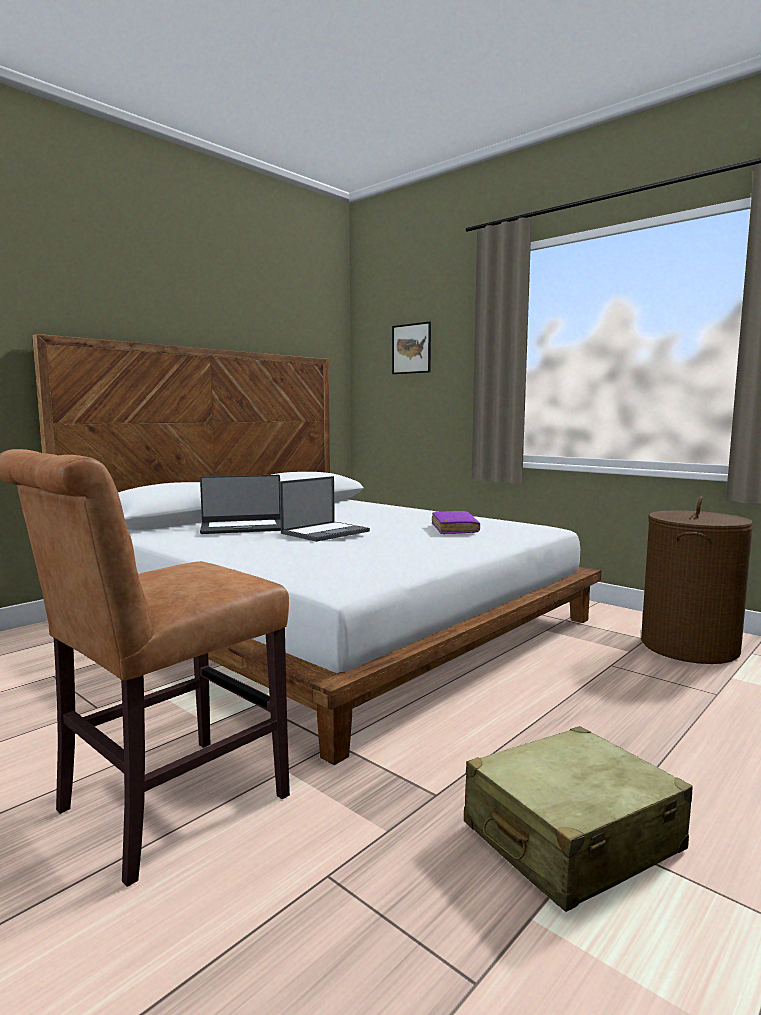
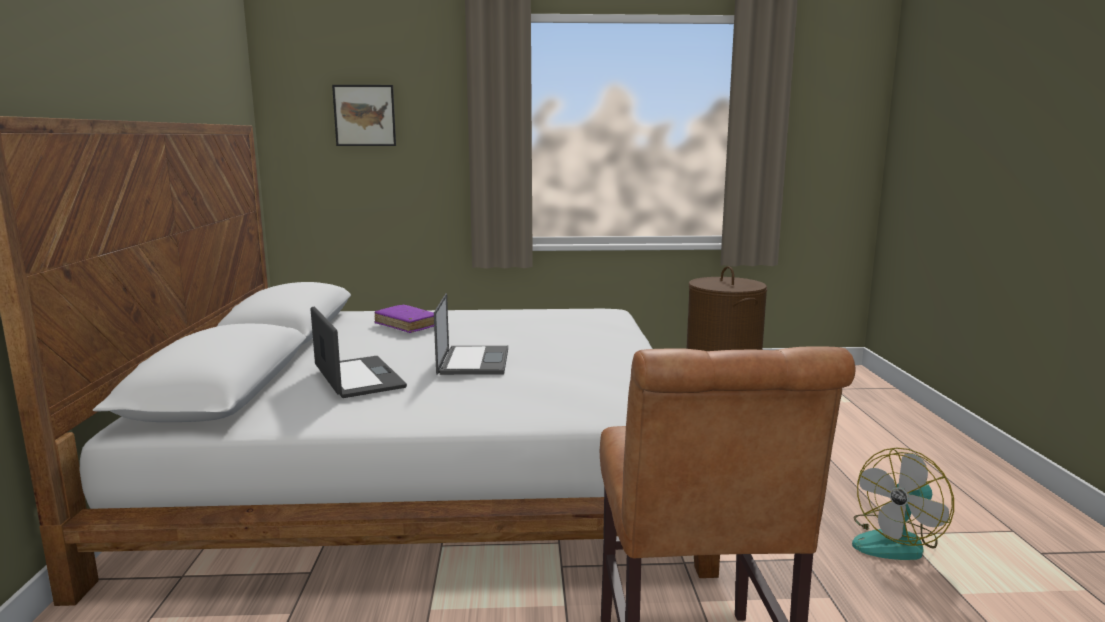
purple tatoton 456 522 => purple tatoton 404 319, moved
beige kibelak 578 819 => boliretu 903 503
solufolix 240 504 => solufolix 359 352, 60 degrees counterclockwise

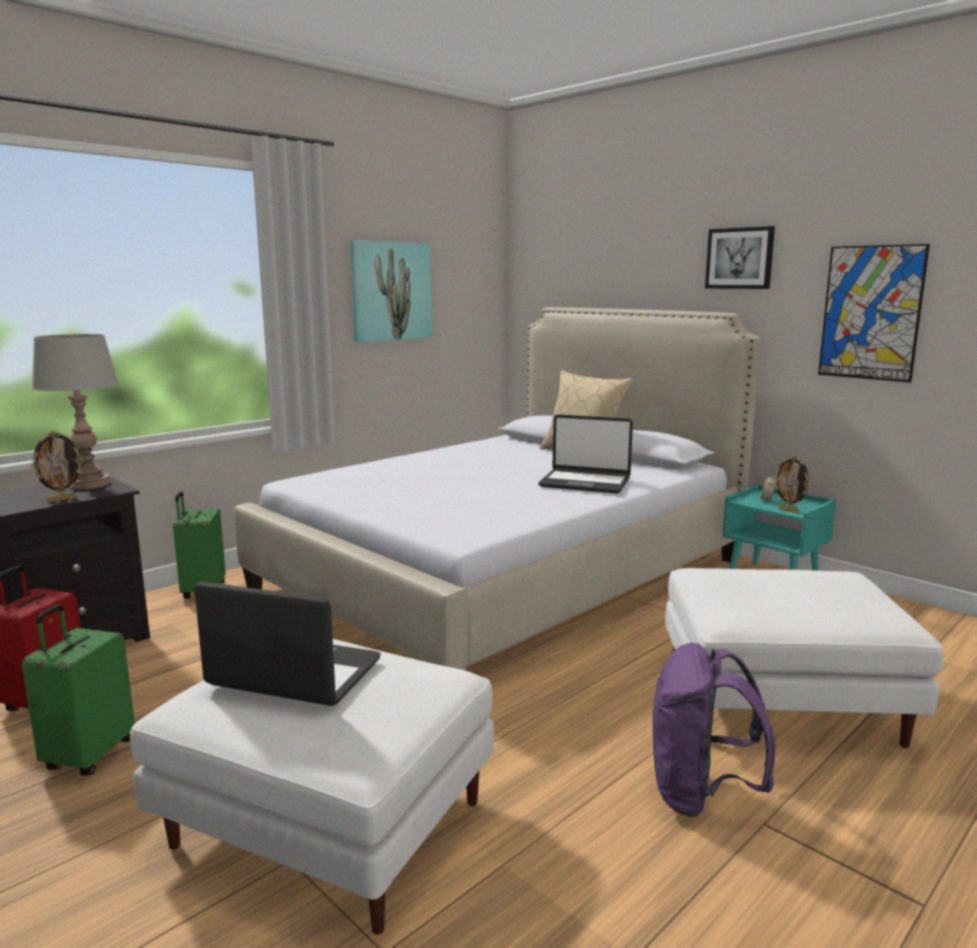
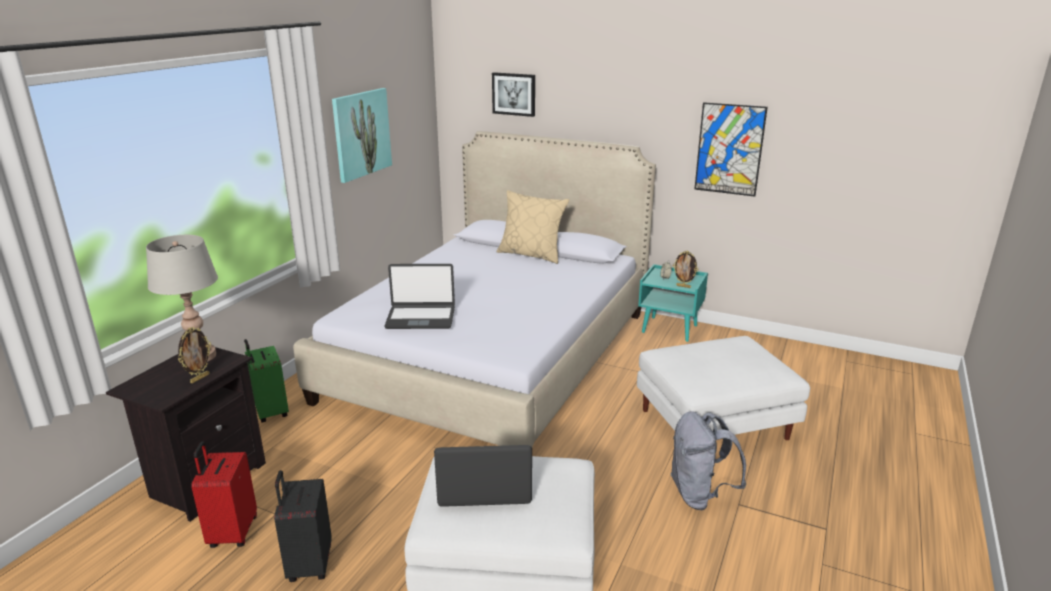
solufolix 585 453 => solufolix 419 296, moved
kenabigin 740 257 => kenabigin 513 94, moved
green kibelak 78 689 => black kibelak 303 526
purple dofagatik 714 730 => grey dofagatik 708 460

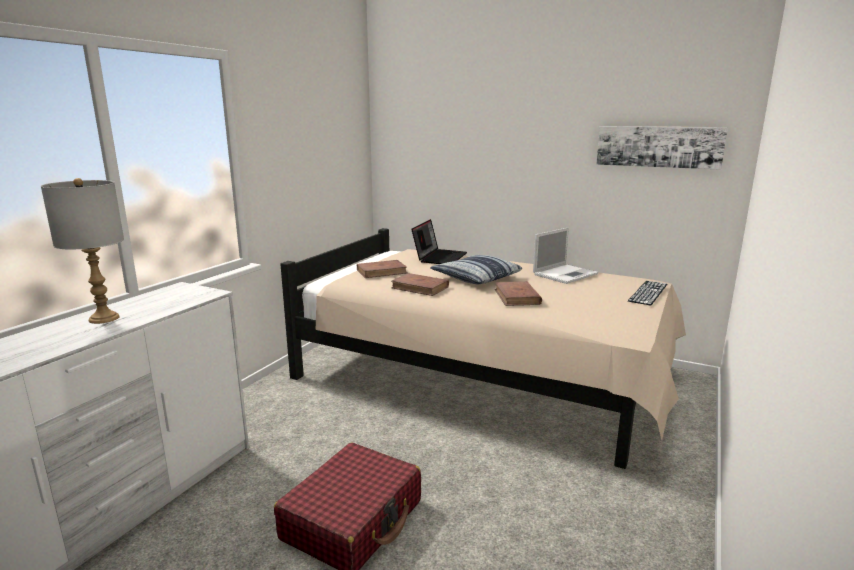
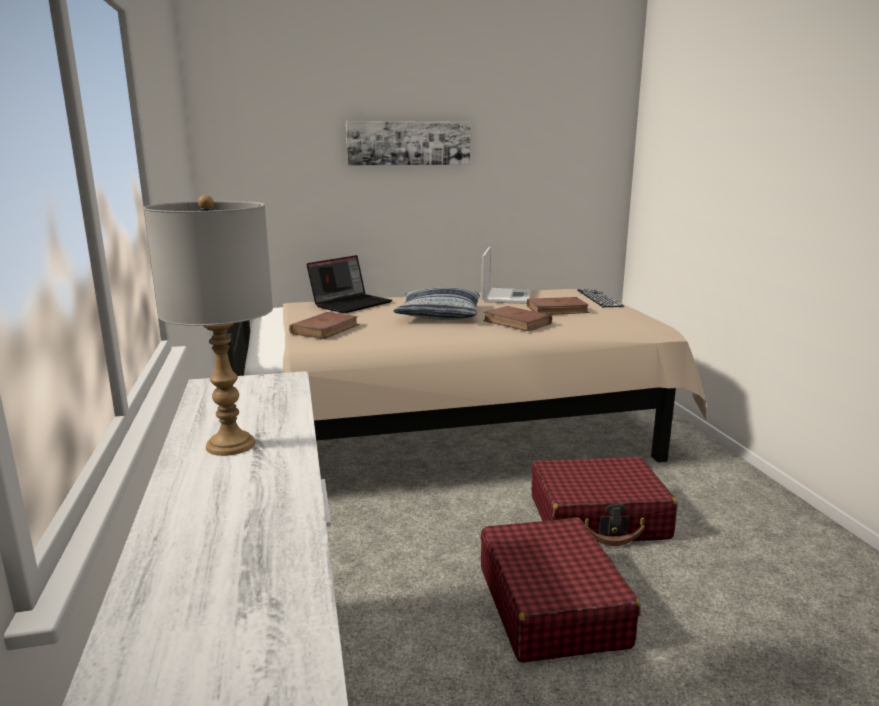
nothing => red kibelak 604 501
brown tatoton 420 284 => brown tatoton 558 306, moved
kenabigin 662 148 => kenabigin 408 143, moved
solufolix 439 241 => solufolix 349 284, 60 degrees clockwise

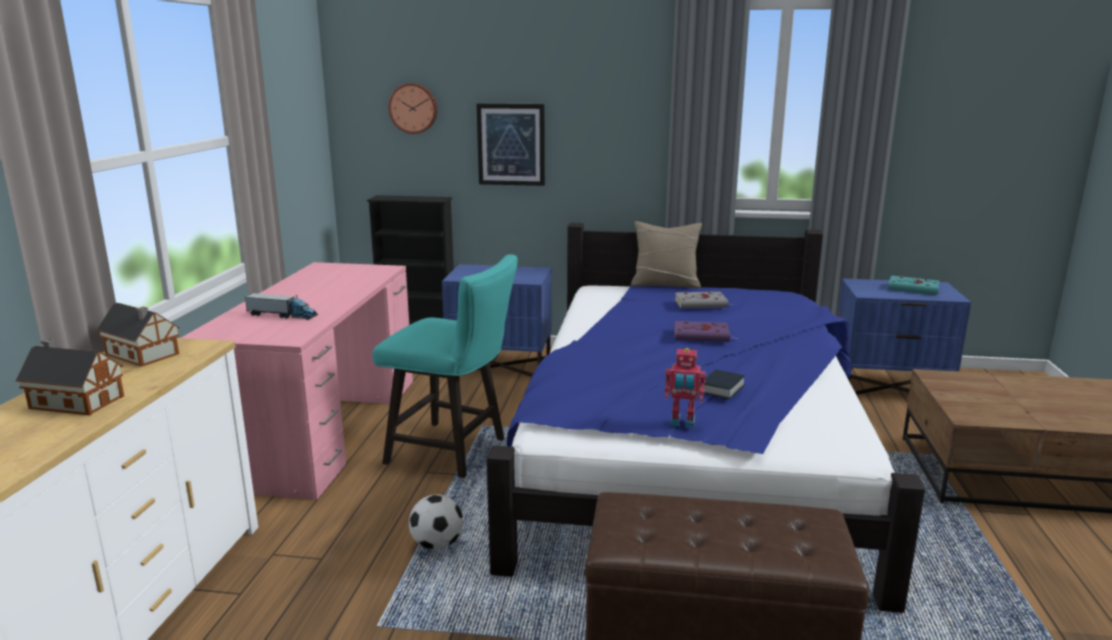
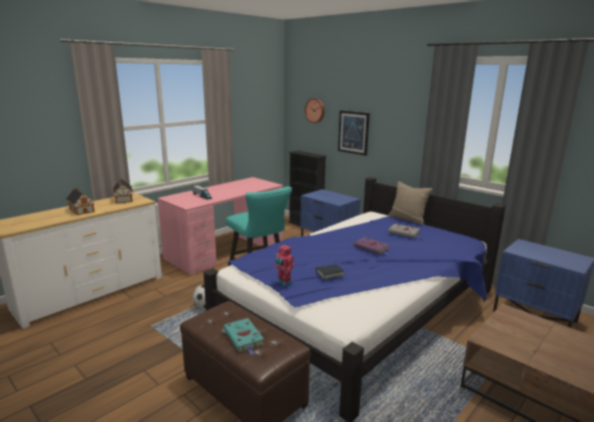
turquoise tatoton 917 285 => turquoise tatoton 243 336, moved

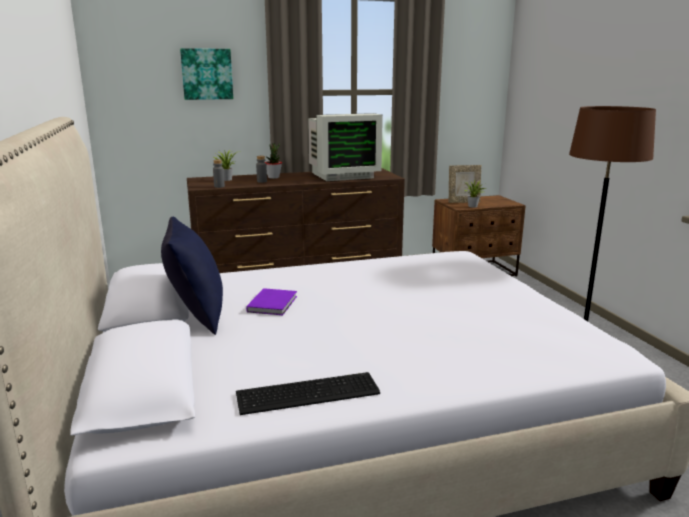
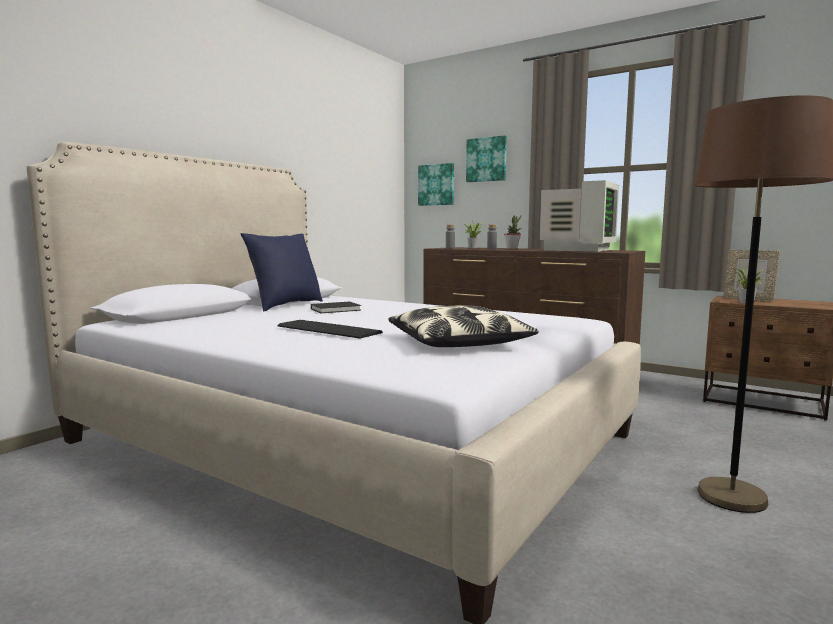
nothing => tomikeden 464 326
nothing => kenabigin 436 184
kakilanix 308 393 => kakilanix 330 329, moved
purple tatoton 271 301 => black tatoton 336 307
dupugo 345 147 => dupugo 579 216, 90 degrees counterclockwise

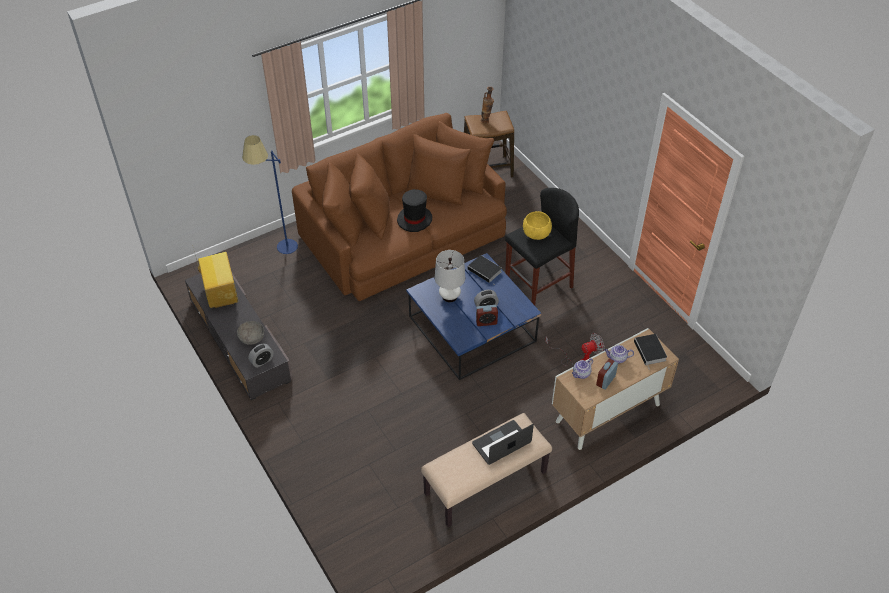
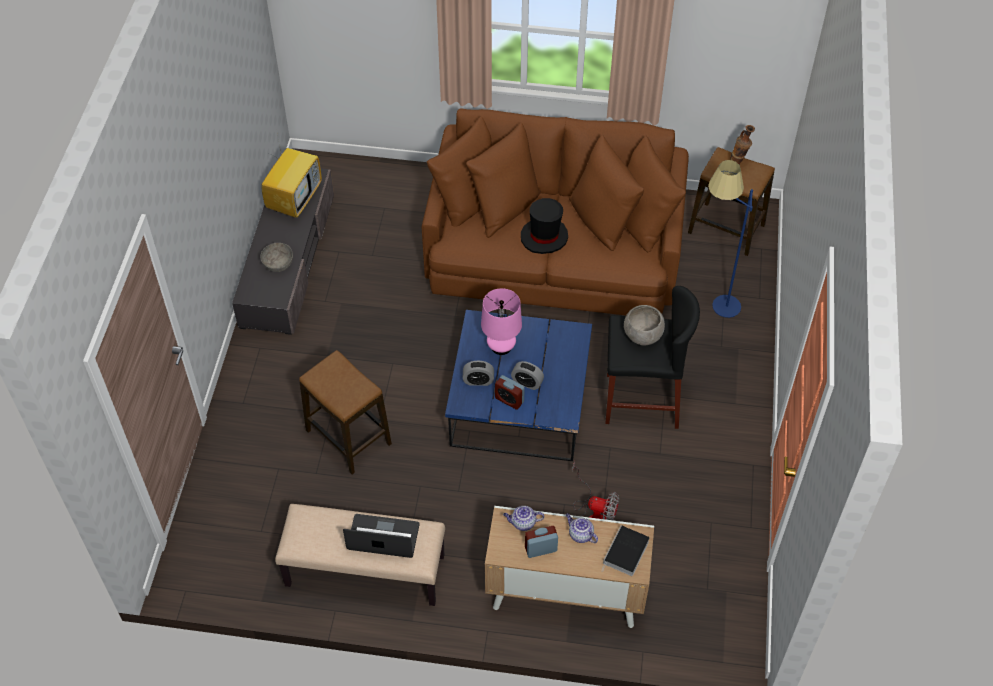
tatoton 485 269 => nothing
nothing => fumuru 345 412
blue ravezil 270 194 => blue ravezil 730 239, moved
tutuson 261 356 => tutuson 478 373, moved
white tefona 450 276 => pink tefona 501 321
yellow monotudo 537 225 => grey monotudo 644 325

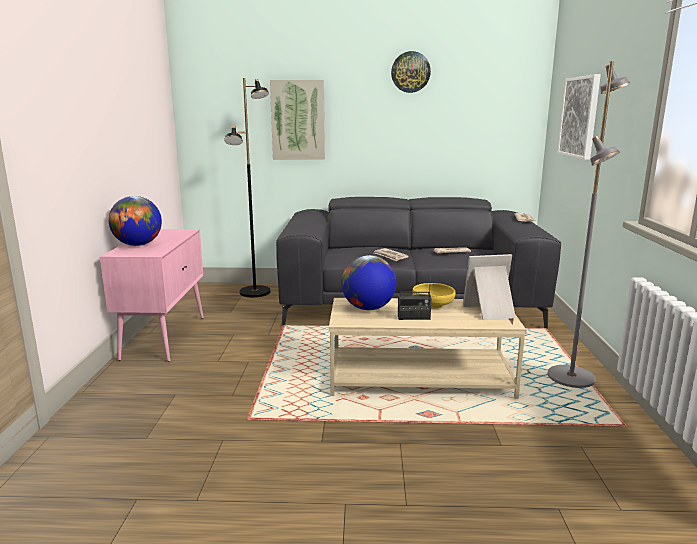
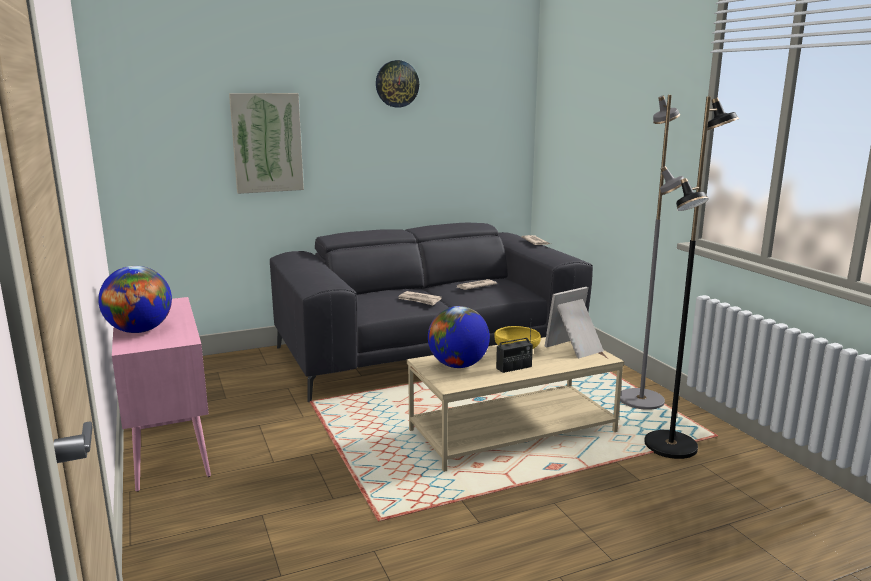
kenabigin 579 117 => nothing
black ravezil 247 187 => black ravezil 691 277, moved

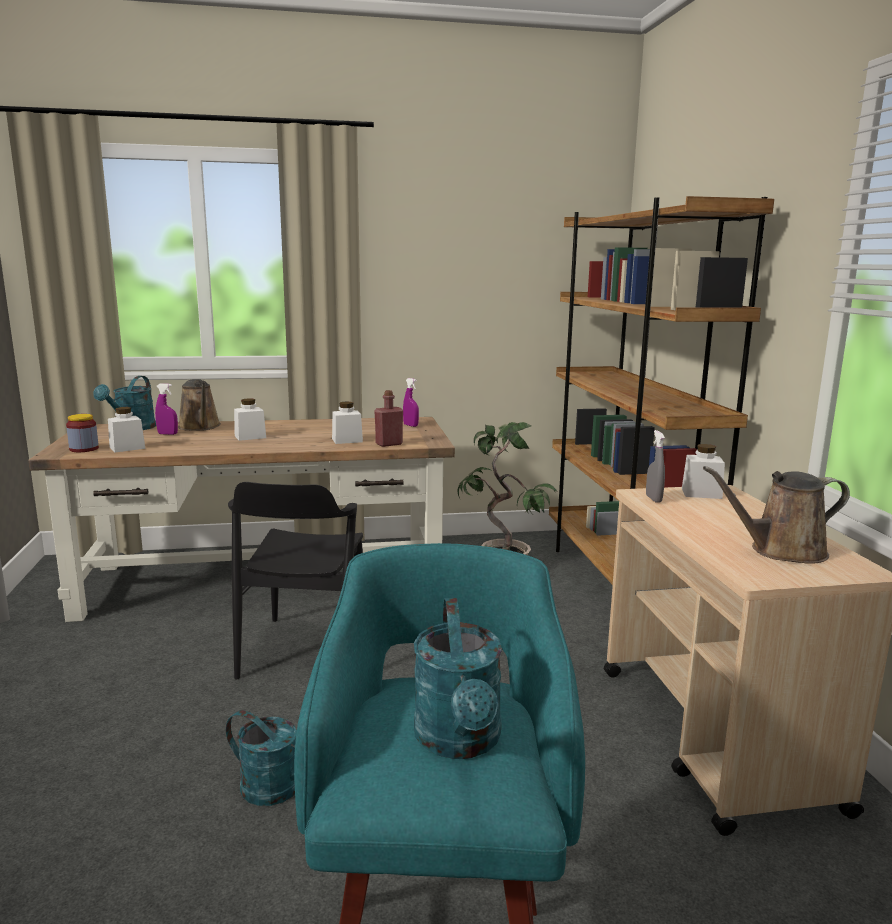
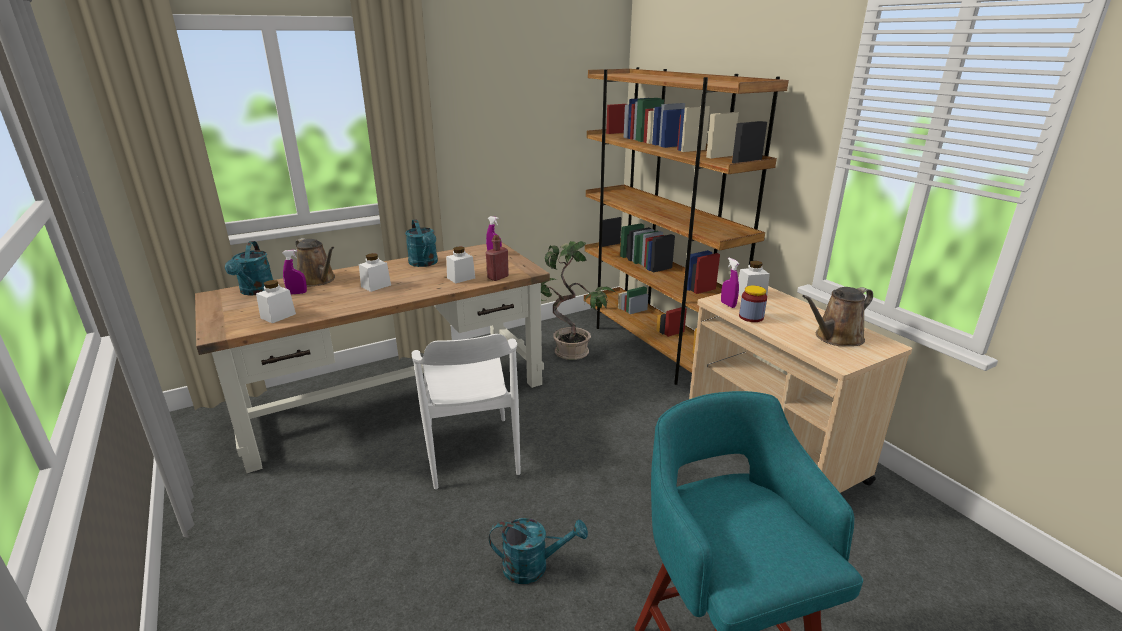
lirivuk 82 433 => lirivuk 753 304, moved
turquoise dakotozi 458 678 => turquoise dakotozi 421 243, moved
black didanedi 295 580 => white didanedi 466 411
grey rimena 655 466 => purple rimena 730 283

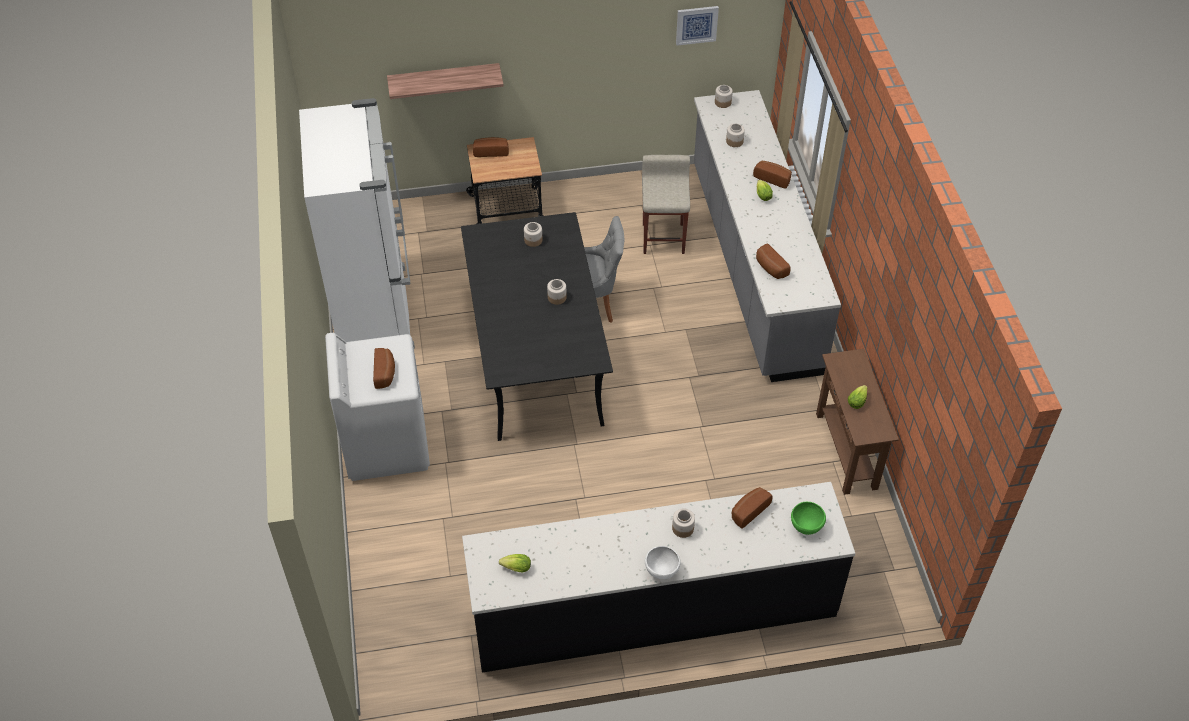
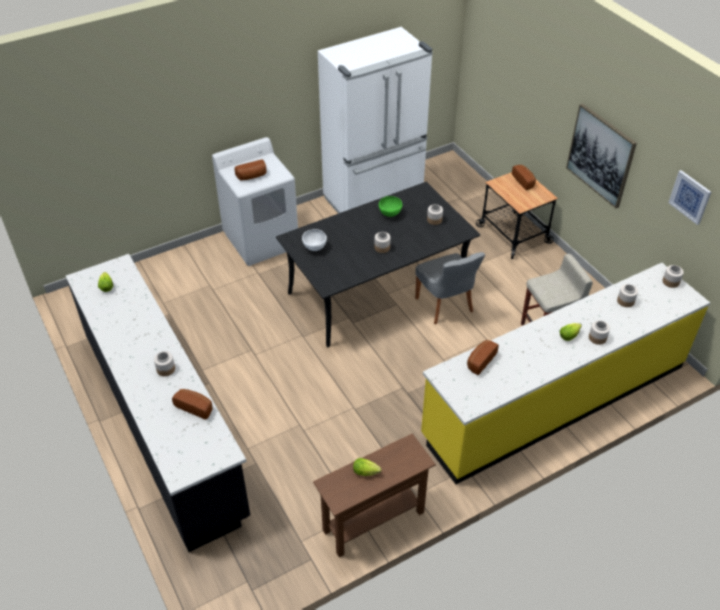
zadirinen 445 81 => nothing
nothing => kenabigin 601 155
white monotudo 663 562 => white monotudo 314 240, moved
green monotudo 808 518 => green monotudo 391 206, moved
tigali 772 175 => lirivuk 599 332
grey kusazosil 767 236 => yellow kusazosil 565 373

